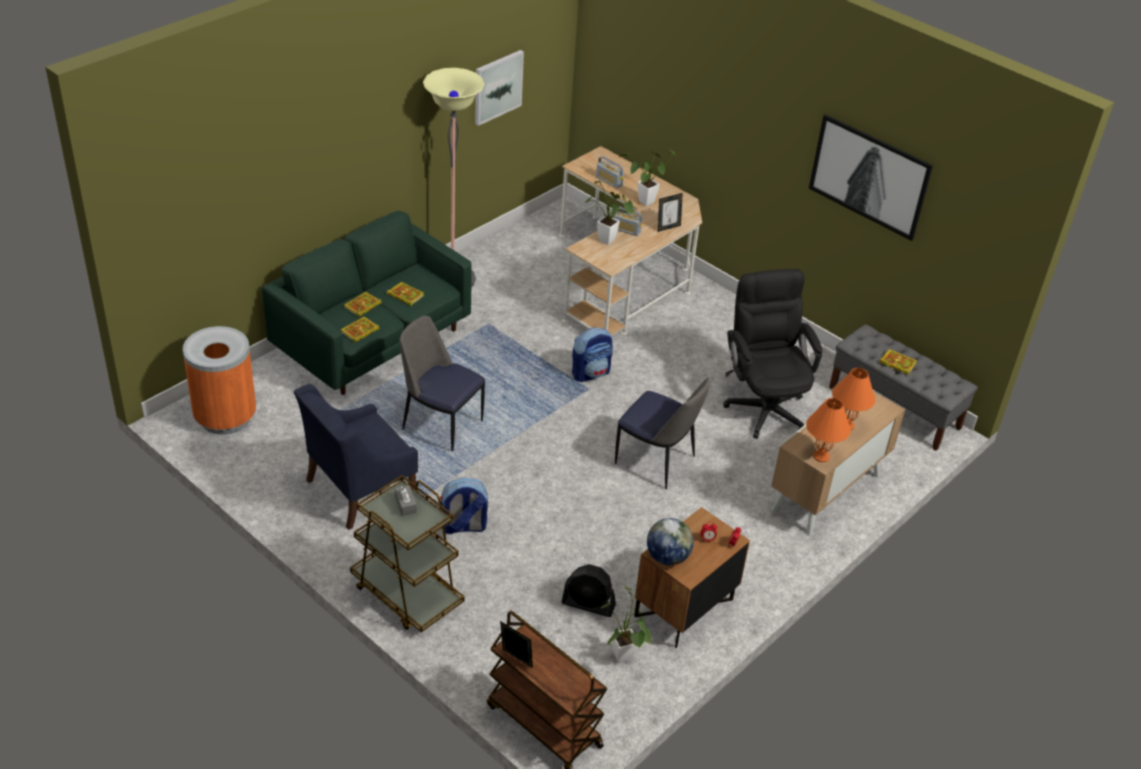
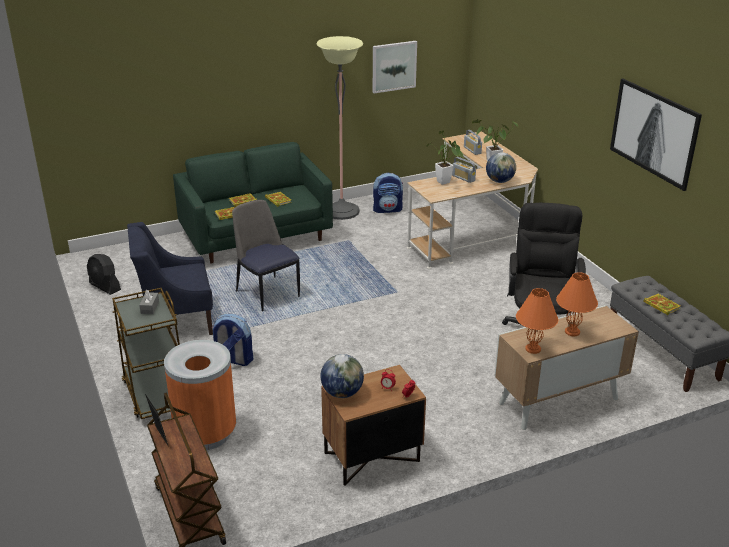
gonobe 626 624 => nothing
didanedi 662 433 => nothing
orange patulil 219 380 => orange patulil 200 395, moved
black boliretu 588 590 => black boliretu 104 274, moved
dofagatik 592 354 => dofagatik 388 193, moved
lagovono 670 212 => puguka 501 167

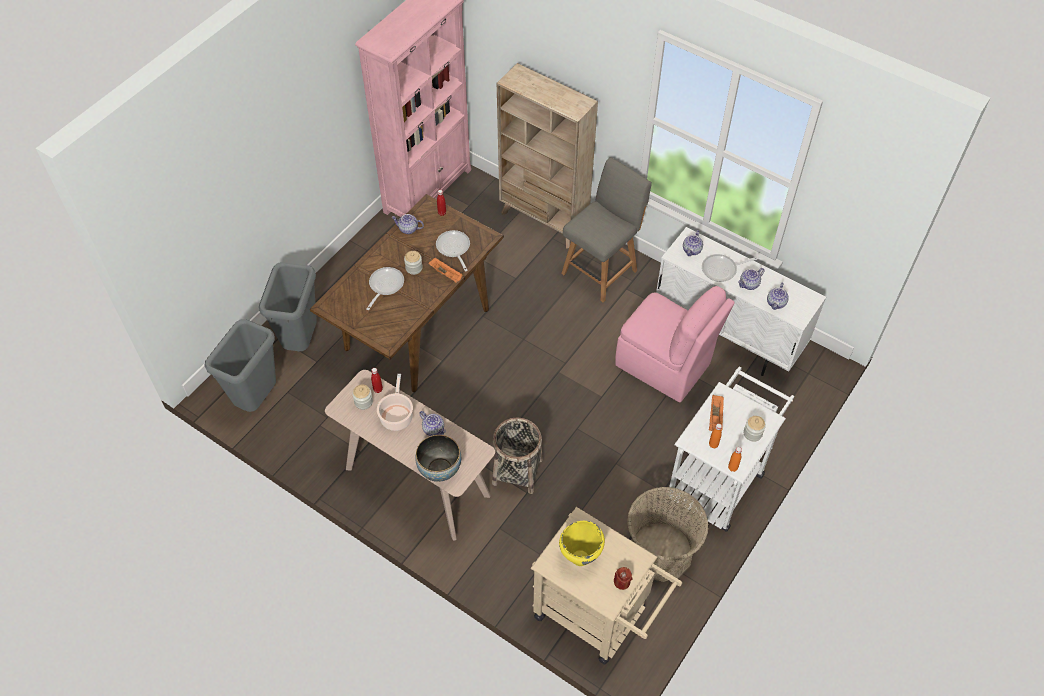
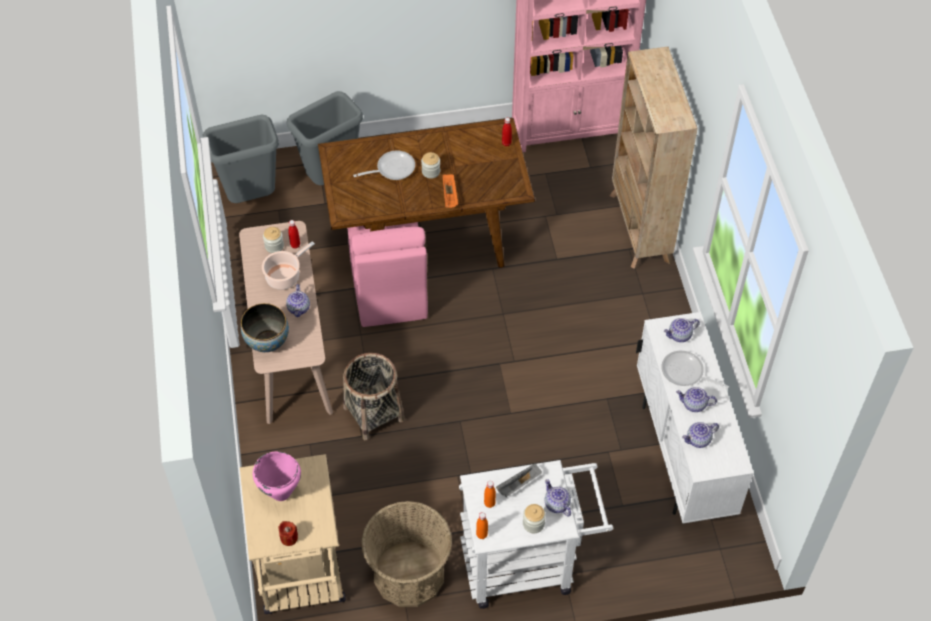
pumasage 453 250 => nothing
grey didanedi 606 229 => nothing
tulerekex 407 224 => tulerekex 558 498, moved
pink didanedi 675 344 => pink didanedi 387 274, moved
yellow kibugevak 582 543 => pink kibugevak 277 476
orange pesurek 716 413 => grey pesurek 519 480

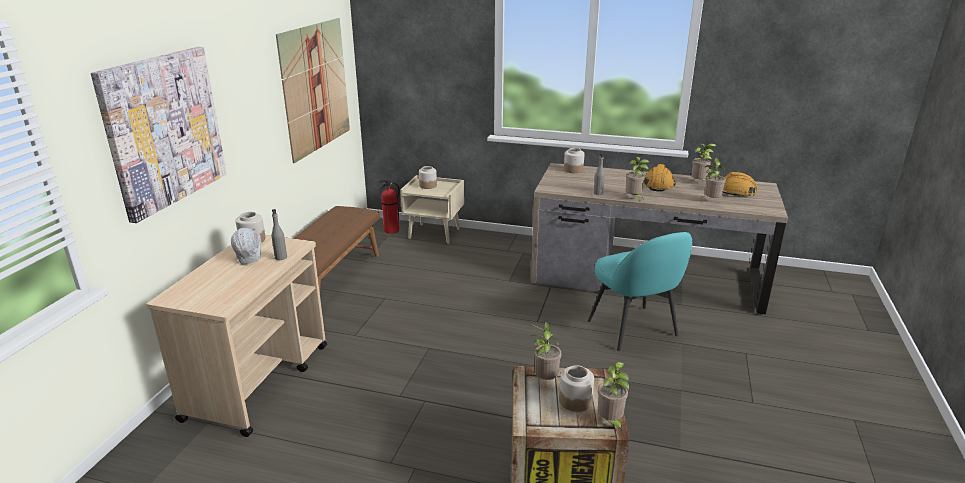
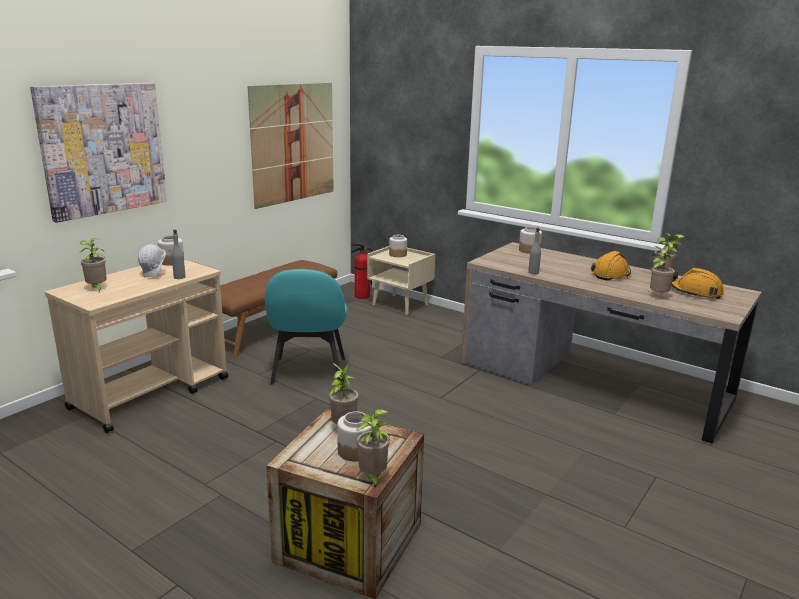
turquoise didanedi 640 291 => turquoise didanedi 306 327, moved
gonobe 637 178 => gonobe 93 265, moved

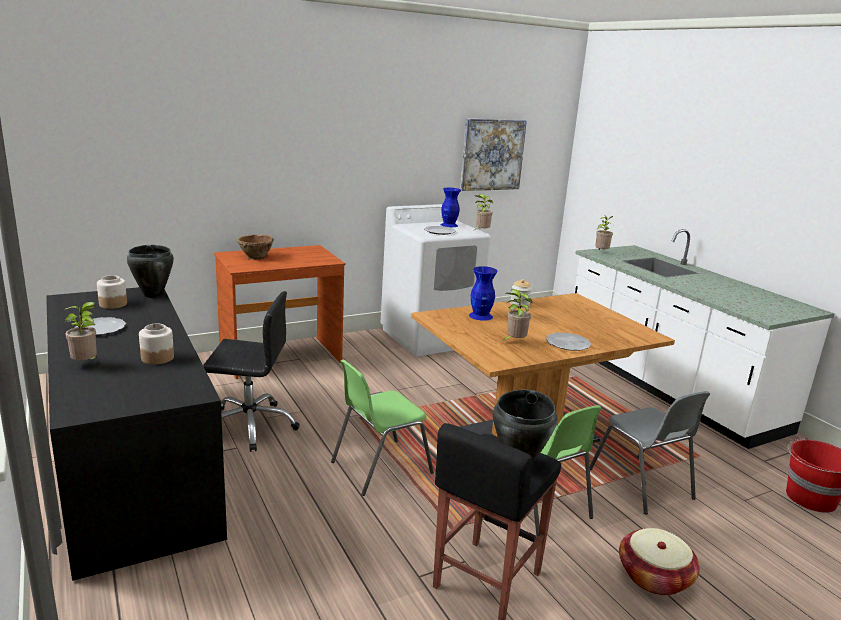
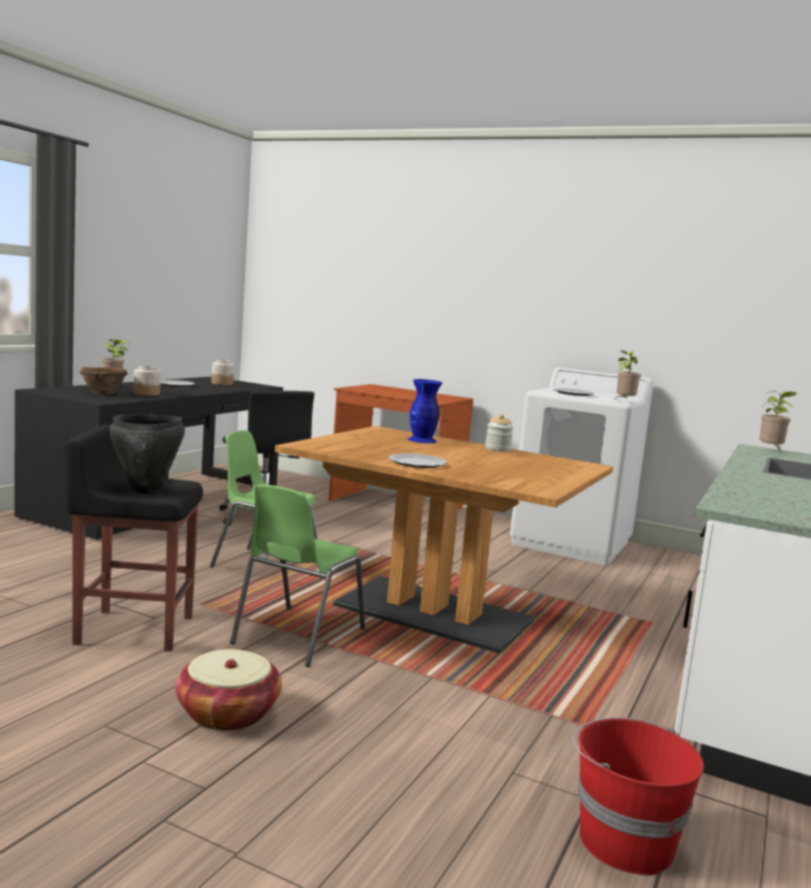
black kibugevak 150 271 => nothing
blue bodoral 450 207 => nothing
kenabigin 493 155 => nothing
gonobe 518 315 => nothing
grey didanedi 650 452 => nothing
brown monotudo 255 247 => brown monotudo 104 380, moved

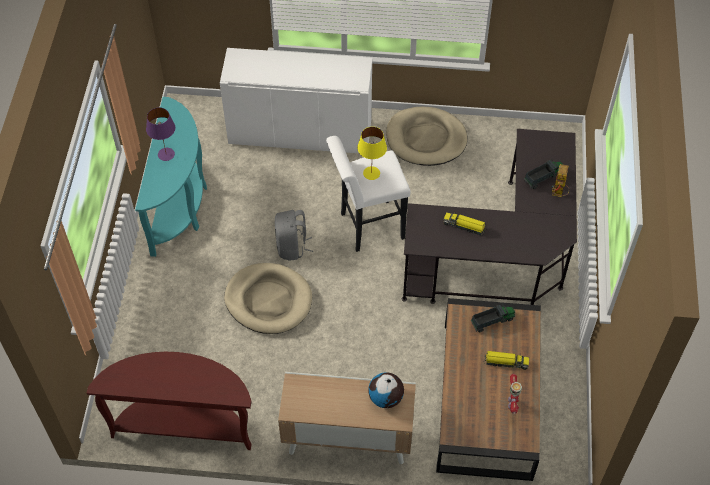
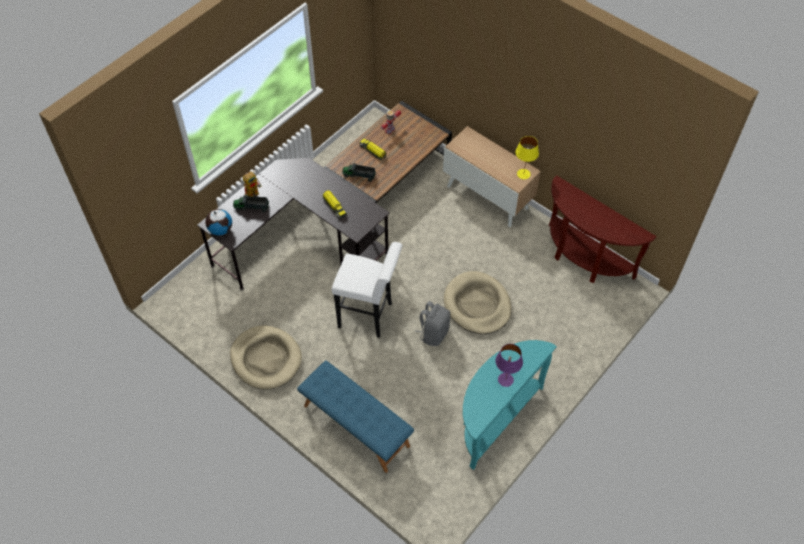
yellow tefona 372 153 => yellow tefona 527 157, moved
puguka 386 390 => puguka 218 222, moved
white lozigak 296 100 => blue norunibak 355 416

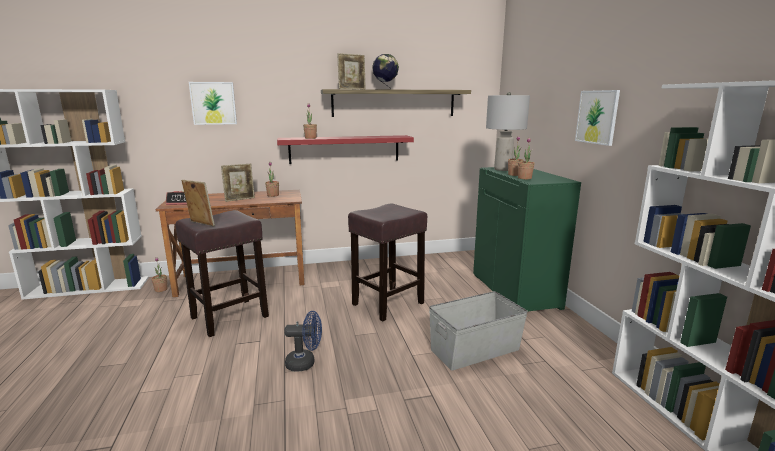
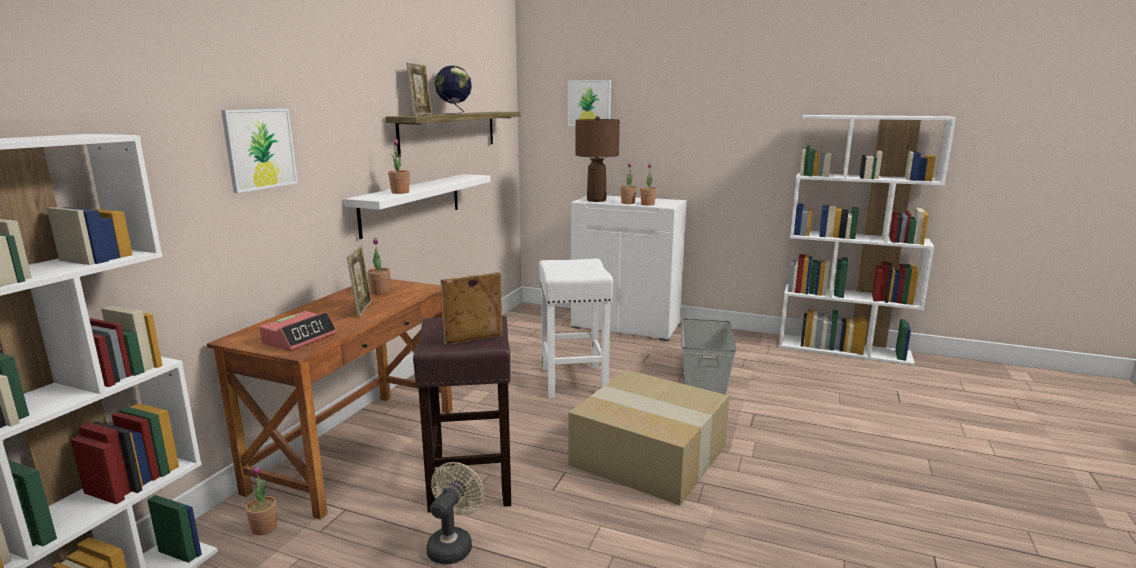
nothing => beige boliretu 455 513
kenabigin 597 118 => kenabigin 589 103, moved
blue boliretu 303 341 => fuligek 649 437
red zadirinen 345 149 => white zadirinen 417 206
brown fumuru 387 262 => white fumuru 576 329
green lozigak 527 239 => white lozigak 629 268
grey tefona 508 131 => brown tefona 598 159

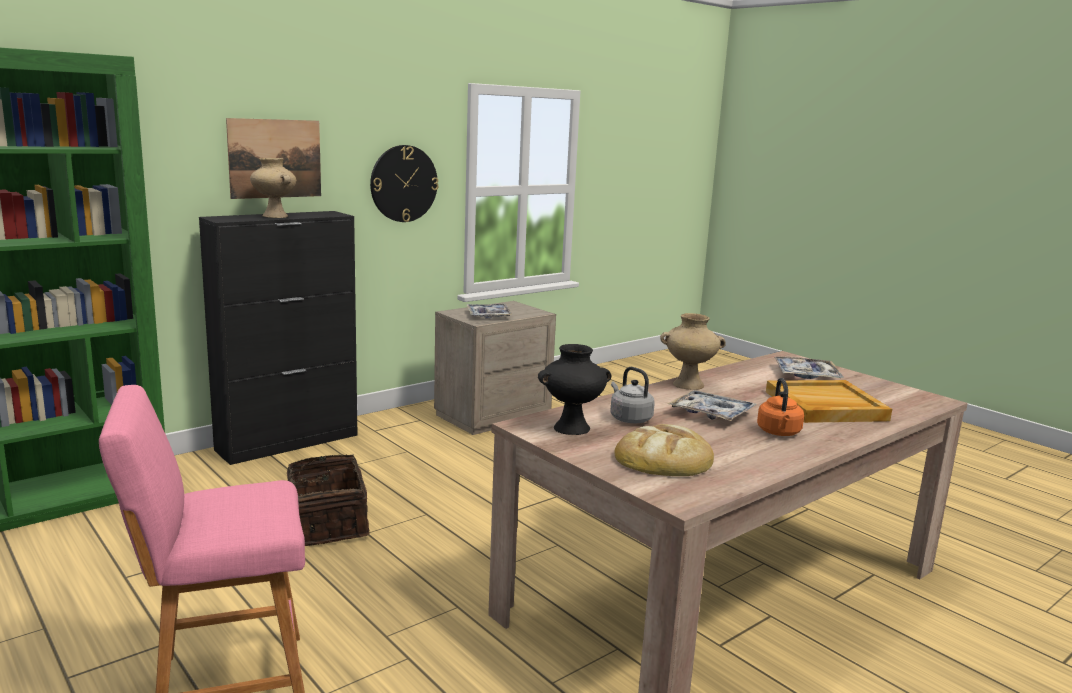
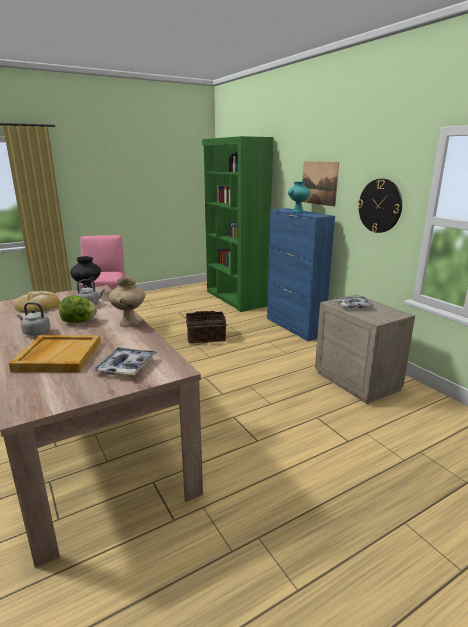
pesurek 712 405 => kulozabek 78 309
black lozigak 278 338 => blue lozigak 301 274
beige bodoral 273 188 => turquoise bodoral 299 197
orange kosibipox 780 407 => grey kosibipox 33 319

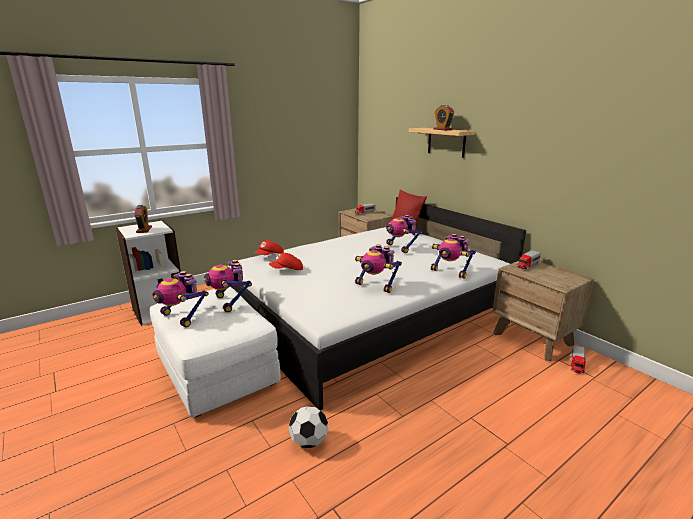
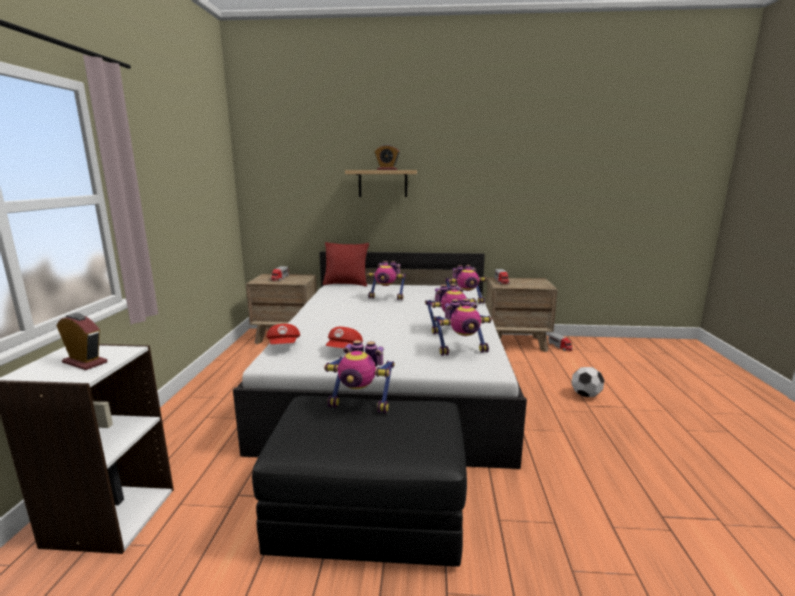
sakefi 180 299 => sakefi 463 327, moved
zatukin 308 427 => zatukin 587 382, moved
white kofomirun 215 352 => black kofomirun 359 481

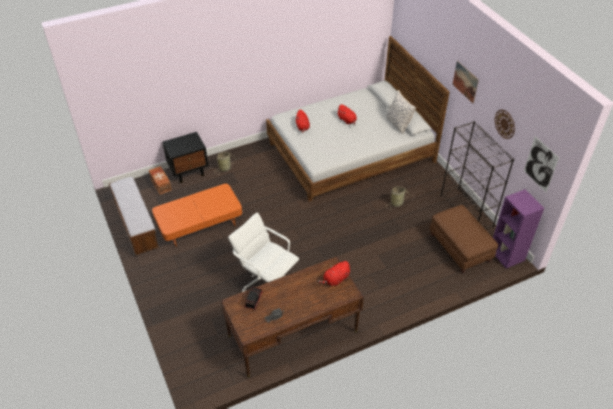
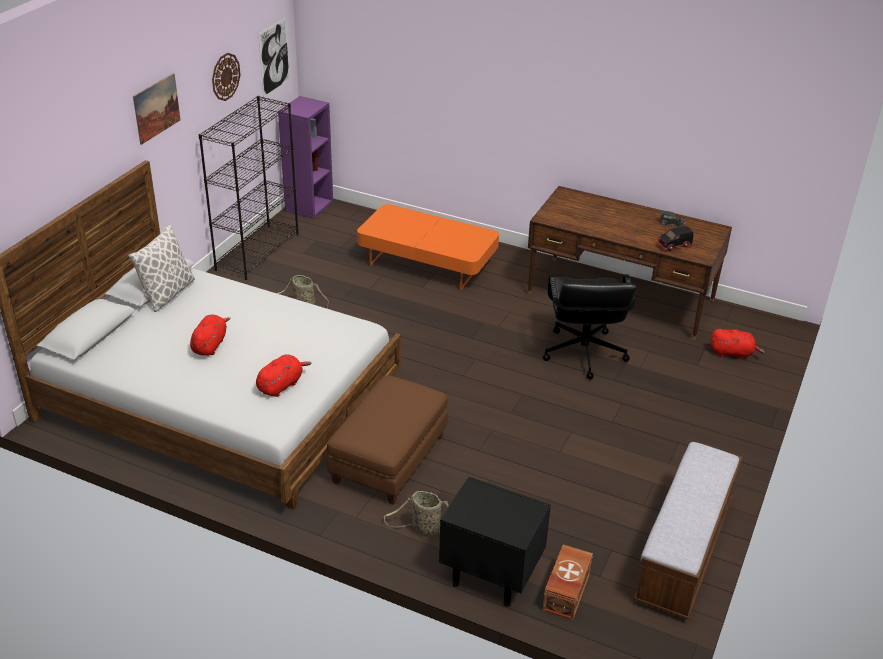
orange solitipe 197 215 => orange solitipe 428 247, moved
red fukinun 334 273 => red fukinun 738 344, moved
brown kofomirun 464 239 => brown kofomirun 387 440, moved
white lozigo 263 252 => black lozigo 590 326

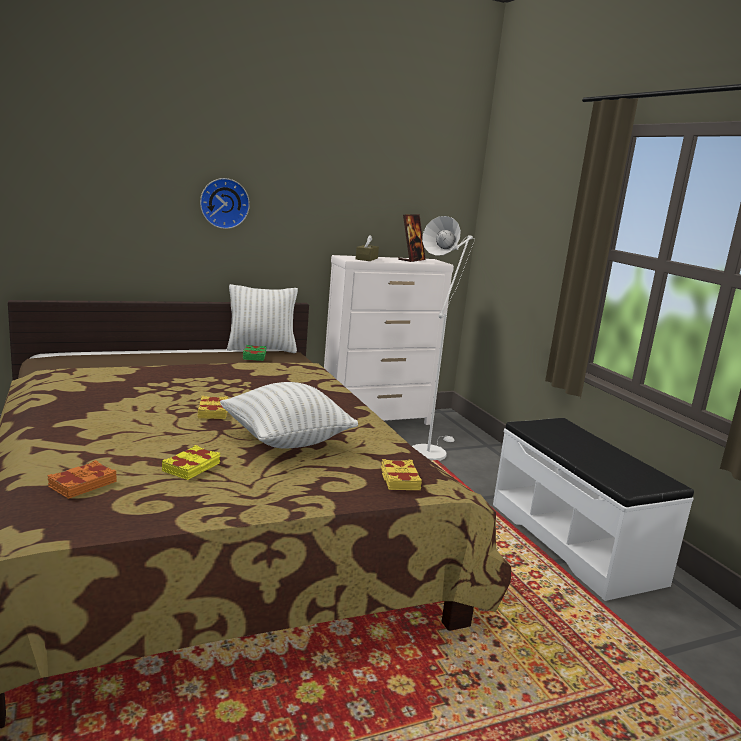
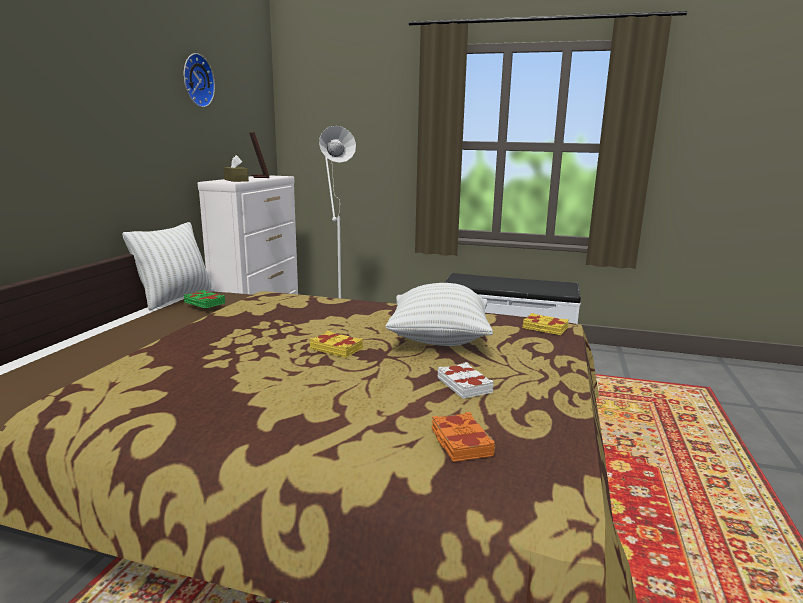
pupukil 225 203 => pupukil 199 80, moved
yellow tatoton 191 462 => white tatoton 465 380

